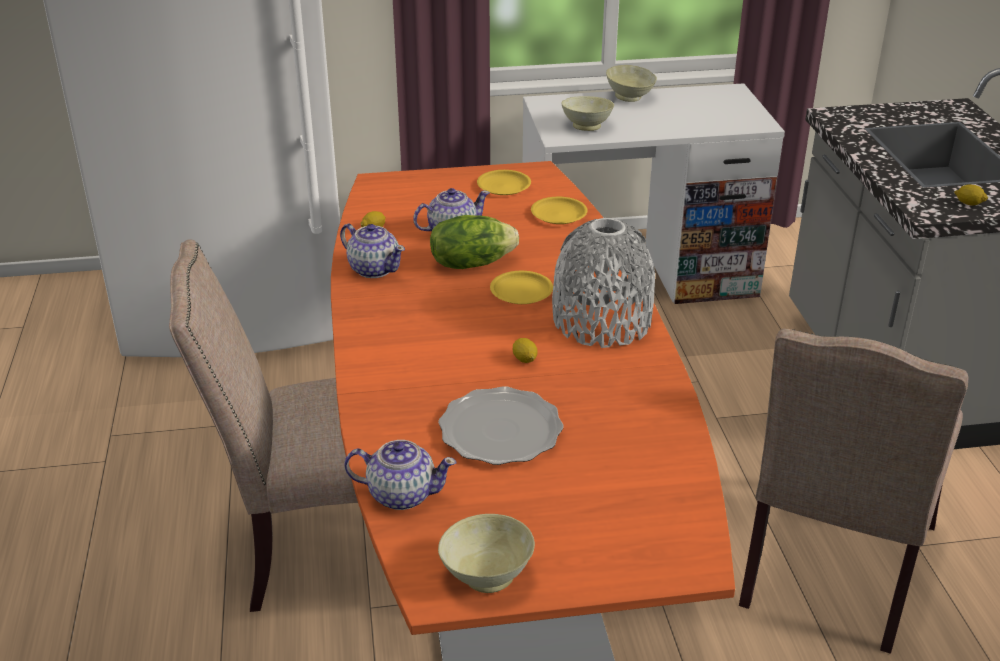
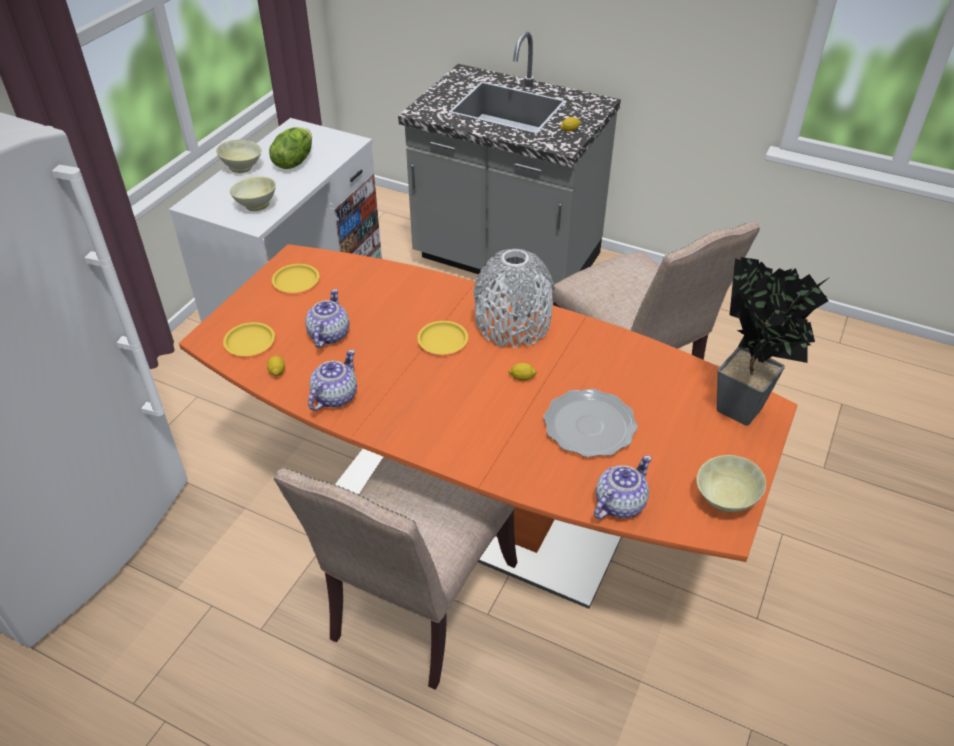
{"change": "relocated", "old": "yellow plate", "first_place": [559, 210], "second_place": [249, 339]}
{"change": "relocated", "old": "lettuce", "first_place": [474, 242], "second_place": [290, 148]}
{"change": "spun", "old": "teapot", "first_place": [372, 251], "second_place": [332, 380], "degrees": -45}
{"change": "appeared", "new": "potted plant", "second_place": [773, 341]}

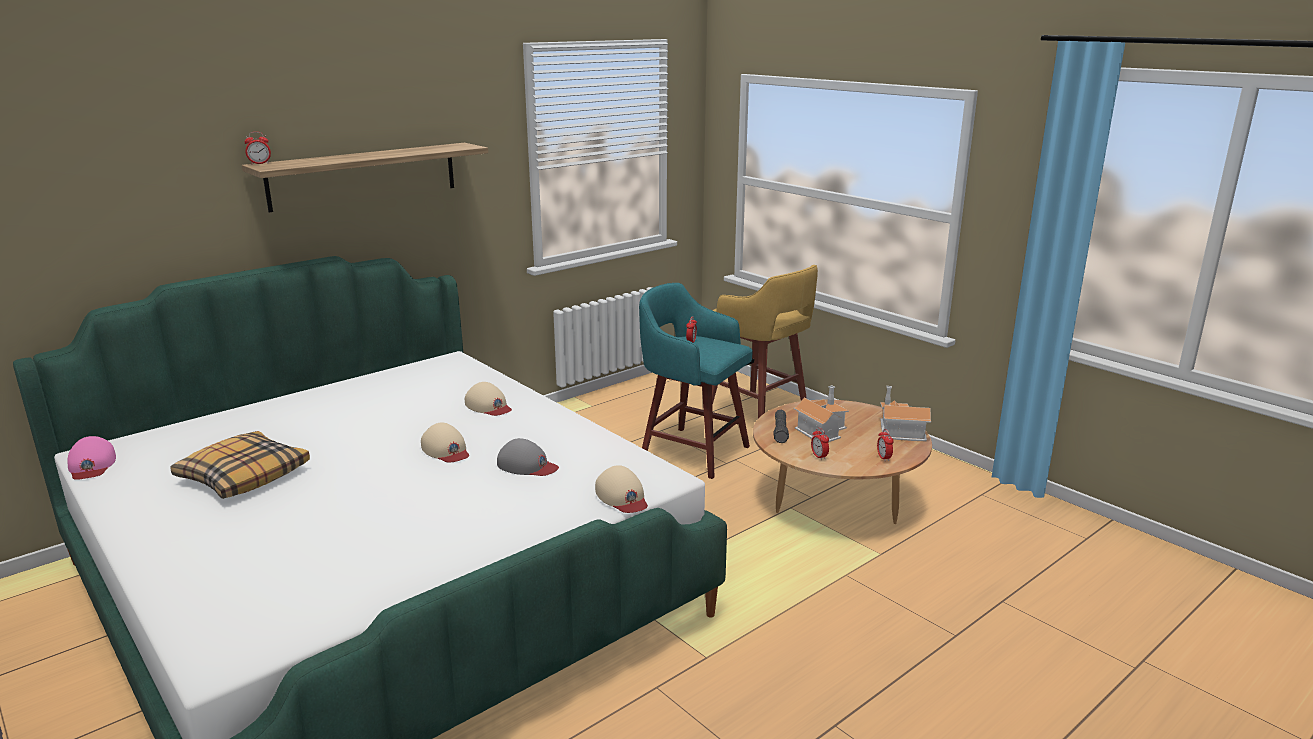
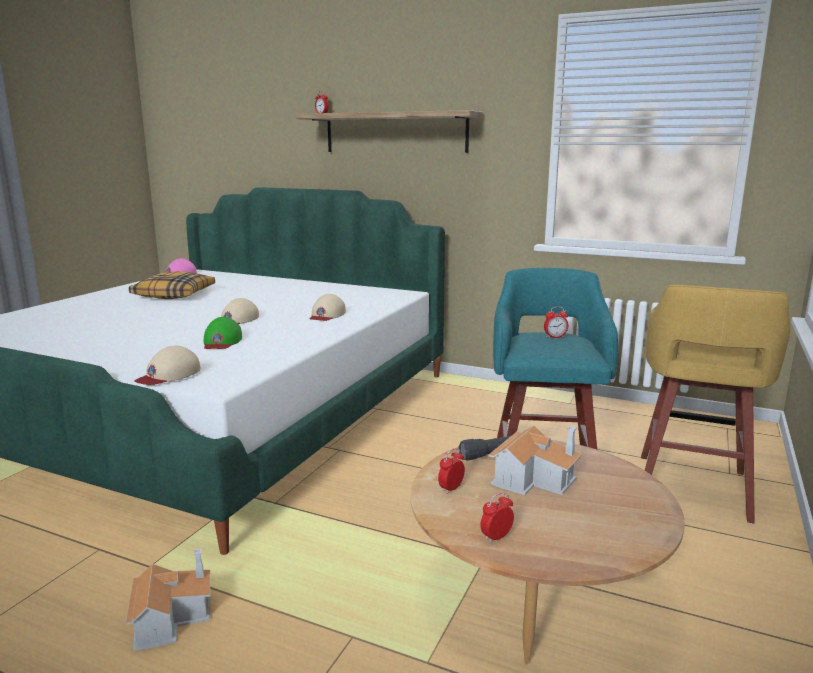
{"change": "relocated", "old": "toy house", "first_place": [905, 414], "second_place": [167, 600]}
{"change": "colour", "old": "grey cap", "new": "green cap", "first_place": [528, 457], "second_place": [223, 333]}

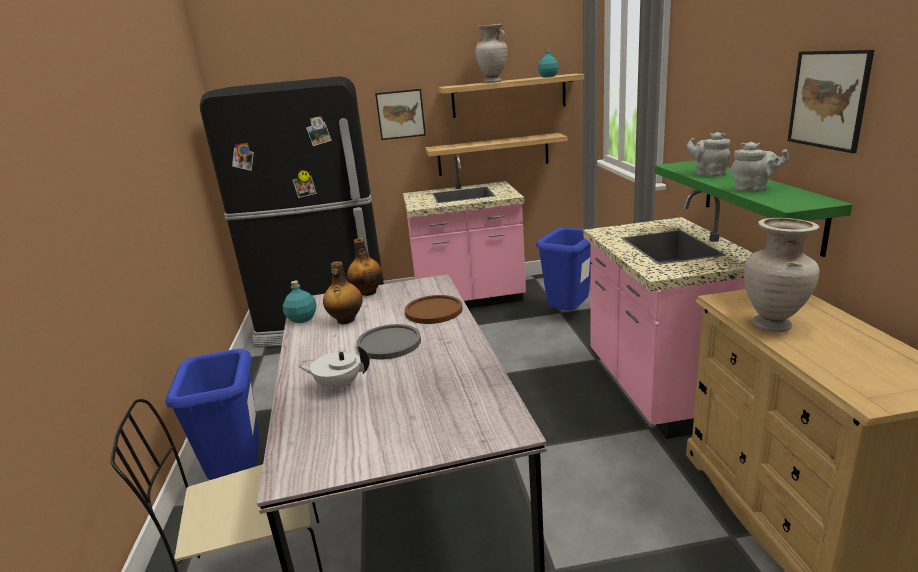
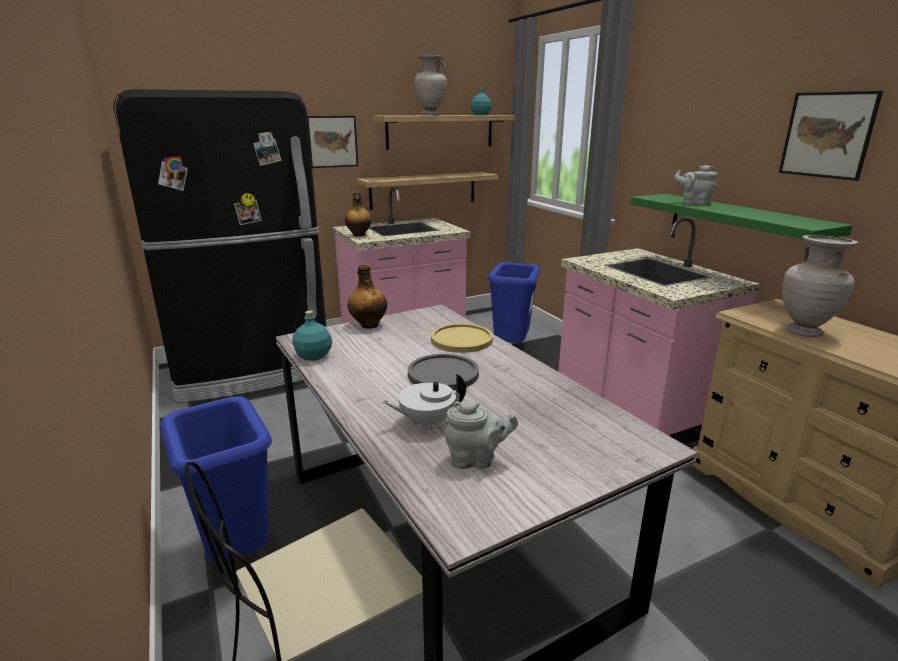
{"change": "relocated", "old": "bottle", "first_place": [343, 292], "second_place": [358, 214]}
{"change": "colour", "old": "brown plate", "new": "yellow plate", "first_place": [434, 309], "second_place": [462, 338]}
{"change": "relocated", "old": "grey teapot", "first_place": [760, 166], "second_place": [481, 434]}

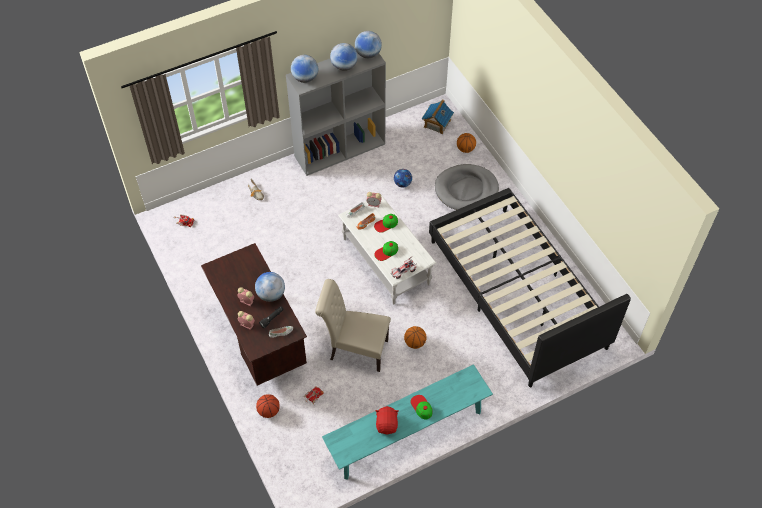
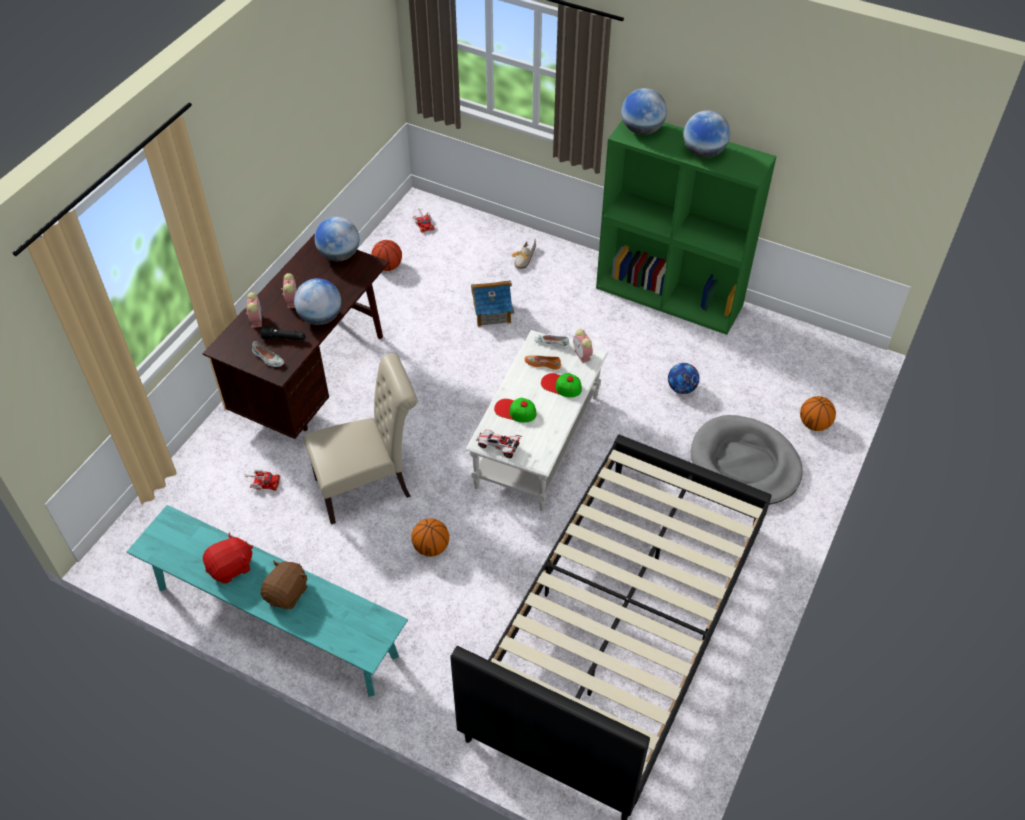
{"change": "exchanged", "old": "cap", "new": "brown plush toy", "first_place": [422, 407], "second_place": [284, 585]}
{"change": "spun", "old": "beige chair", "first_place": [353, 325], "second_place": [360, 439], "degrees": 90}
{"change": "relocated", "old": "globe", "first_place": [368, 44], "second_place": [337, 239]}
{"change": "relocated", "old": "basketball", "first_place": [268, 406], "second_place": [386, 255]}
{"change": "relocated", "old": "toy house", "first_place": [437, 116], "second_place": [492, 303]}
{"change": "colour", "old": "grey bookcase", "new": "green bookcase", "first_place": [336, 112], "second_place": [686, 227]}

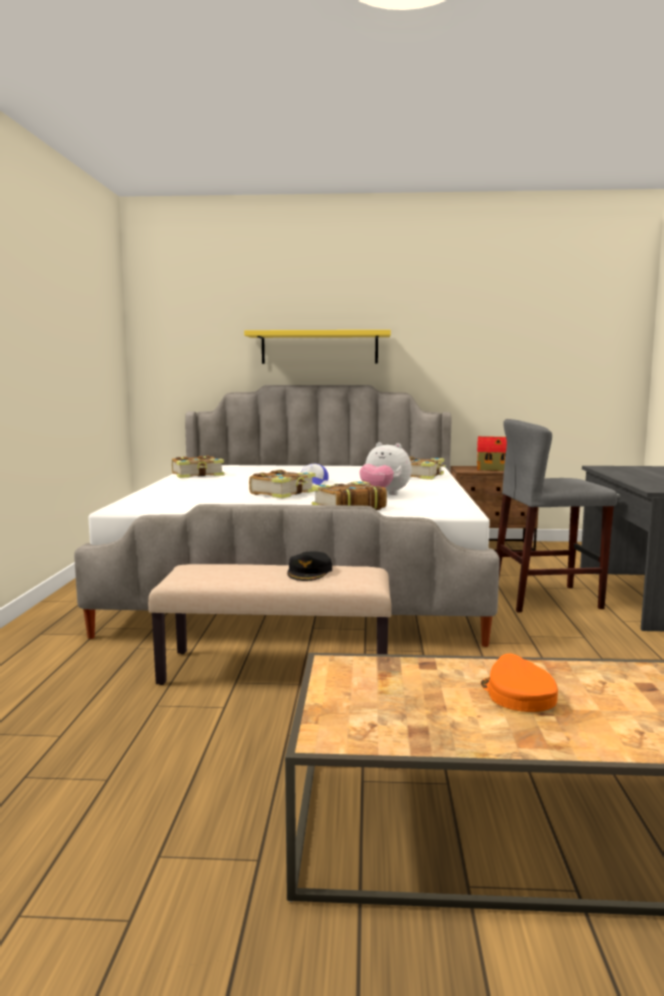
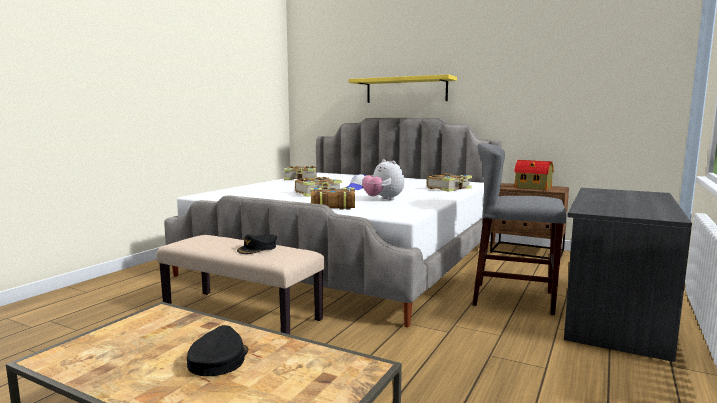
{"change": "colour", "old": "orange cap", "new": "black cap", "first_place": [519, 682], "second_place": [217, 350]}

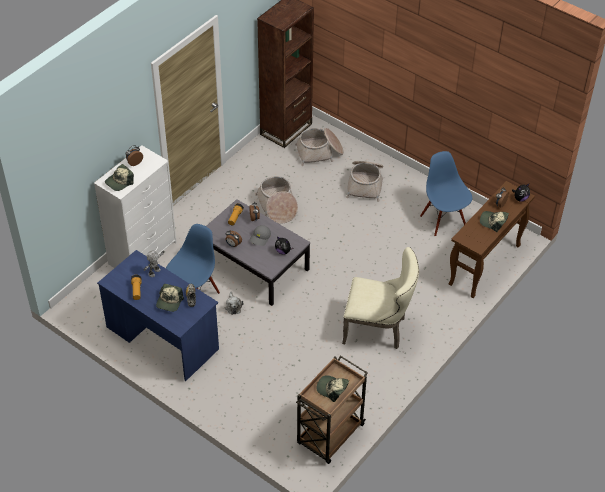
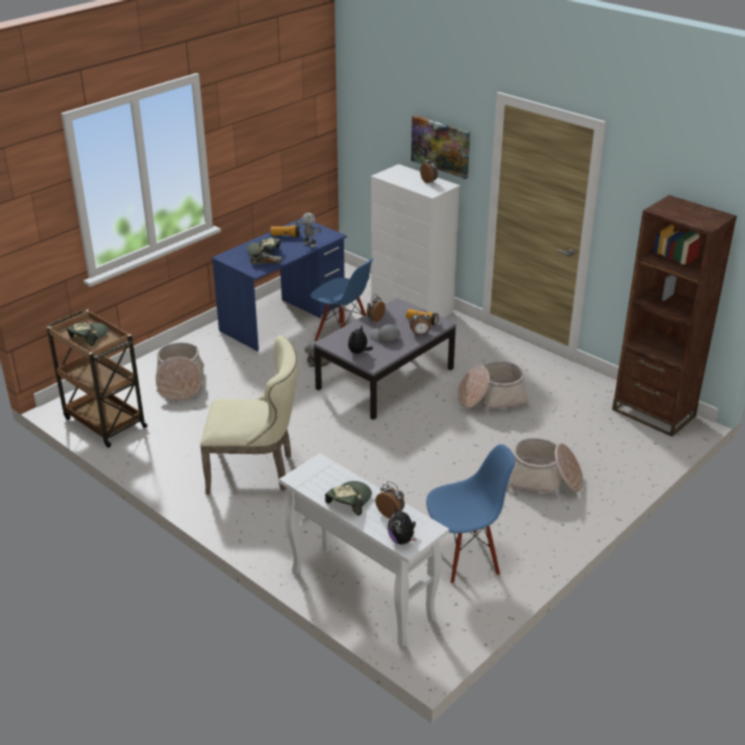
{"change": "relocated", "old": "basket", "first_place": [319, 147], "second_place": [180, 371]}
{"change": "spun", "old": "beige chair", "first_place": [380, 298], "second_place": [249, 415], "degrees": -105}
{"change": "colour", "old": "brown console table", "new": "white console table", "first_place": [492, 239], "second_place": [364, 550]}
{"change": "appeared", "new": "picture", "second_place": [440, 147]}
{"change": "missing", "old": "cap", "first_place": [119, 177]}

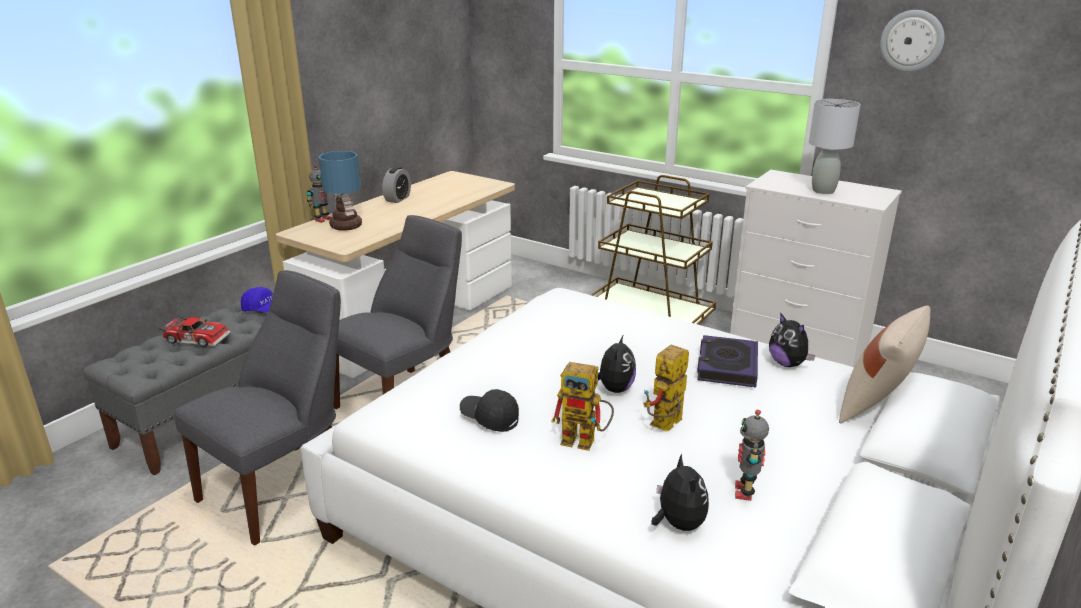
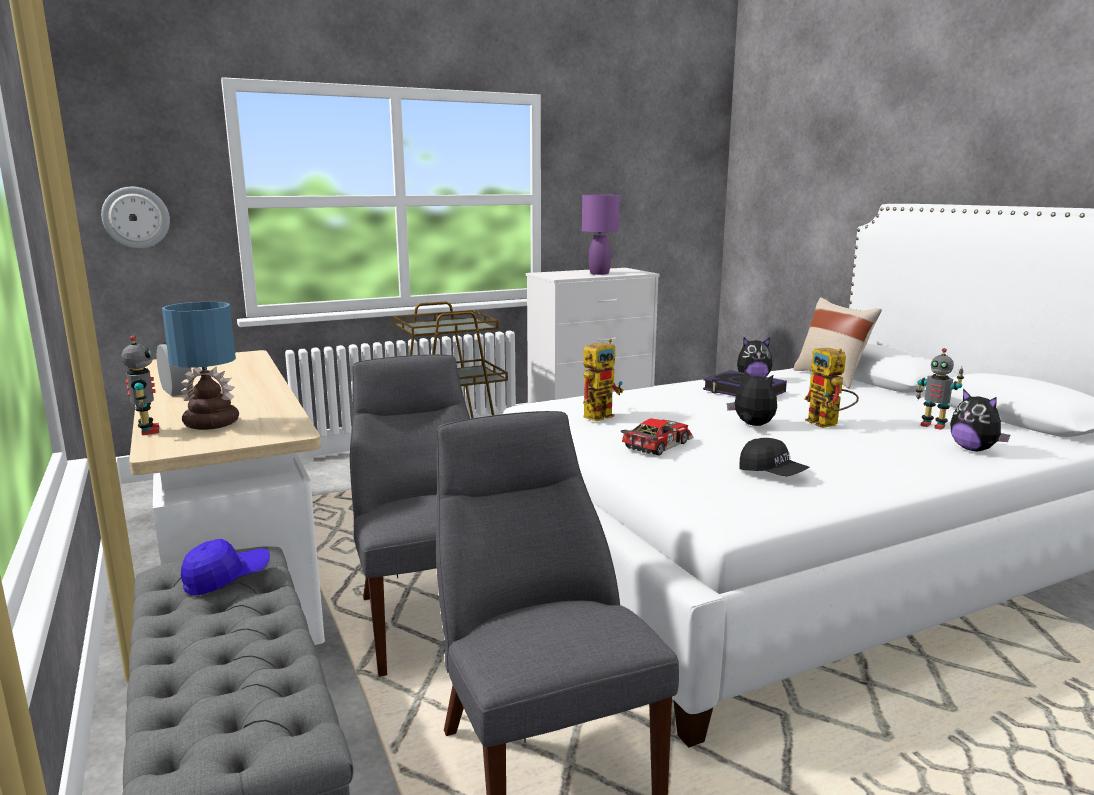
{"change": "relocated", "old": "wall clock", "first_place": [912, 41], "second_place": [135, 218]}
{"change": "colour", "old": "grey table lamp", "new": "purple table lamp", "first_place": [835, 146], "second_place": [601, 235]}
{"change": "relocated", "old": "toy robot", "first_place": [582, 406], "second_place": [603, 380]}
{"change": "relocated", "old": "toy car", "first_place": [195, 331], "second_place": [657, 436]}
{"change": "spun", "old": "black cap", "first_place": [489, 410], "second_place": [774, 457], "degrees": -105}
{"change": "spun", "old": "plush toy", "first_place": [680, 492], "second_place": [980, 420], "degrees": -135}

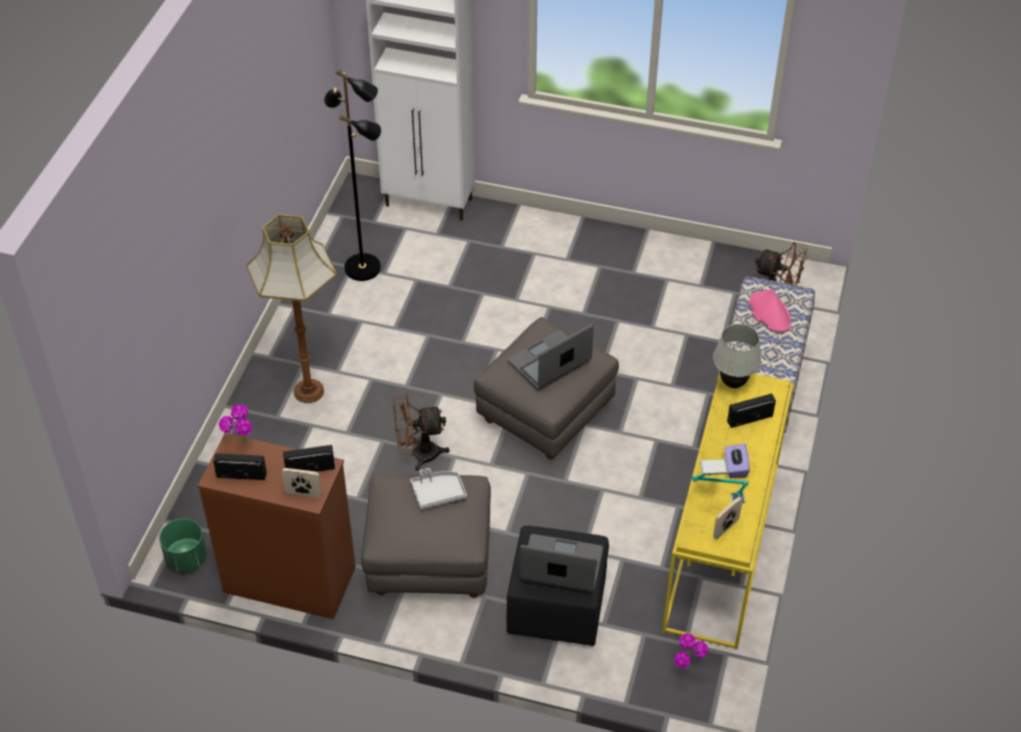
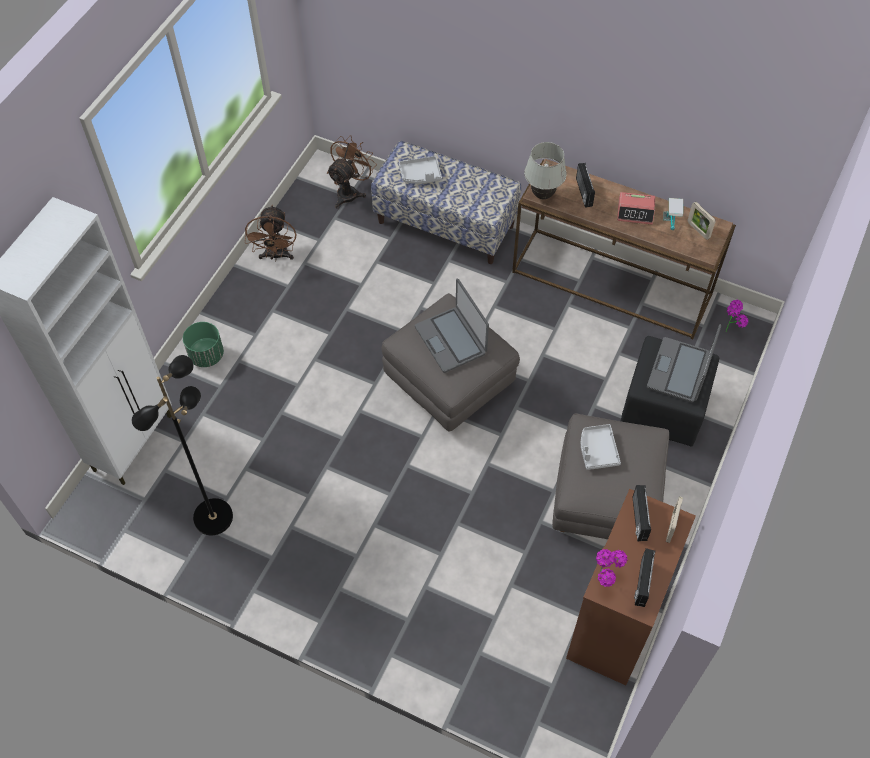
{"change": "relocated", "old": "green planter", "first_place": [183, 546], "second_place": [203, 344]}
{"change": "relocated", "old": "brown fan", "first_place": [421, 432], "second_place": [271, 233]}
{"change": "exchanged", "old": "pink hat", "new": "grey tray", "first_place": [770, 311], "second_place": [420, 170]}
{"change": "colour", "old": "yellow console table", "new": "brown console table", "first_place": [728, 511], "second_place": [624, 249]}
{"change": "exchanged", "old": "purple tissue box", "new": "alarm clock", "first_place": [737, 460], "second_place": [636, 208]}
{"change": "missing", "old": "floor lamp", "first_place": [291, 308]}

